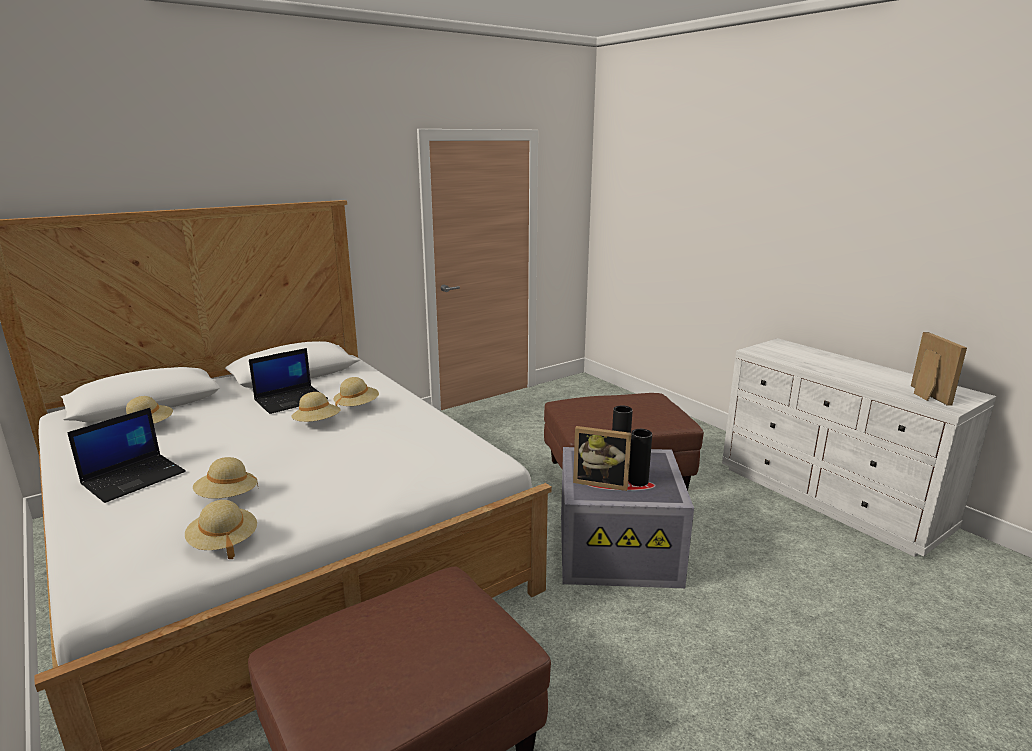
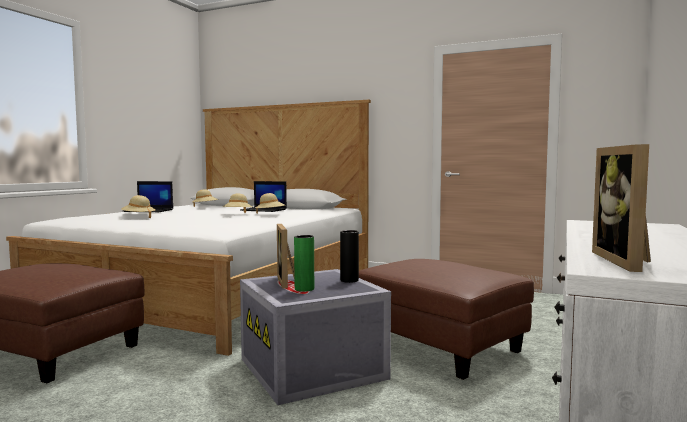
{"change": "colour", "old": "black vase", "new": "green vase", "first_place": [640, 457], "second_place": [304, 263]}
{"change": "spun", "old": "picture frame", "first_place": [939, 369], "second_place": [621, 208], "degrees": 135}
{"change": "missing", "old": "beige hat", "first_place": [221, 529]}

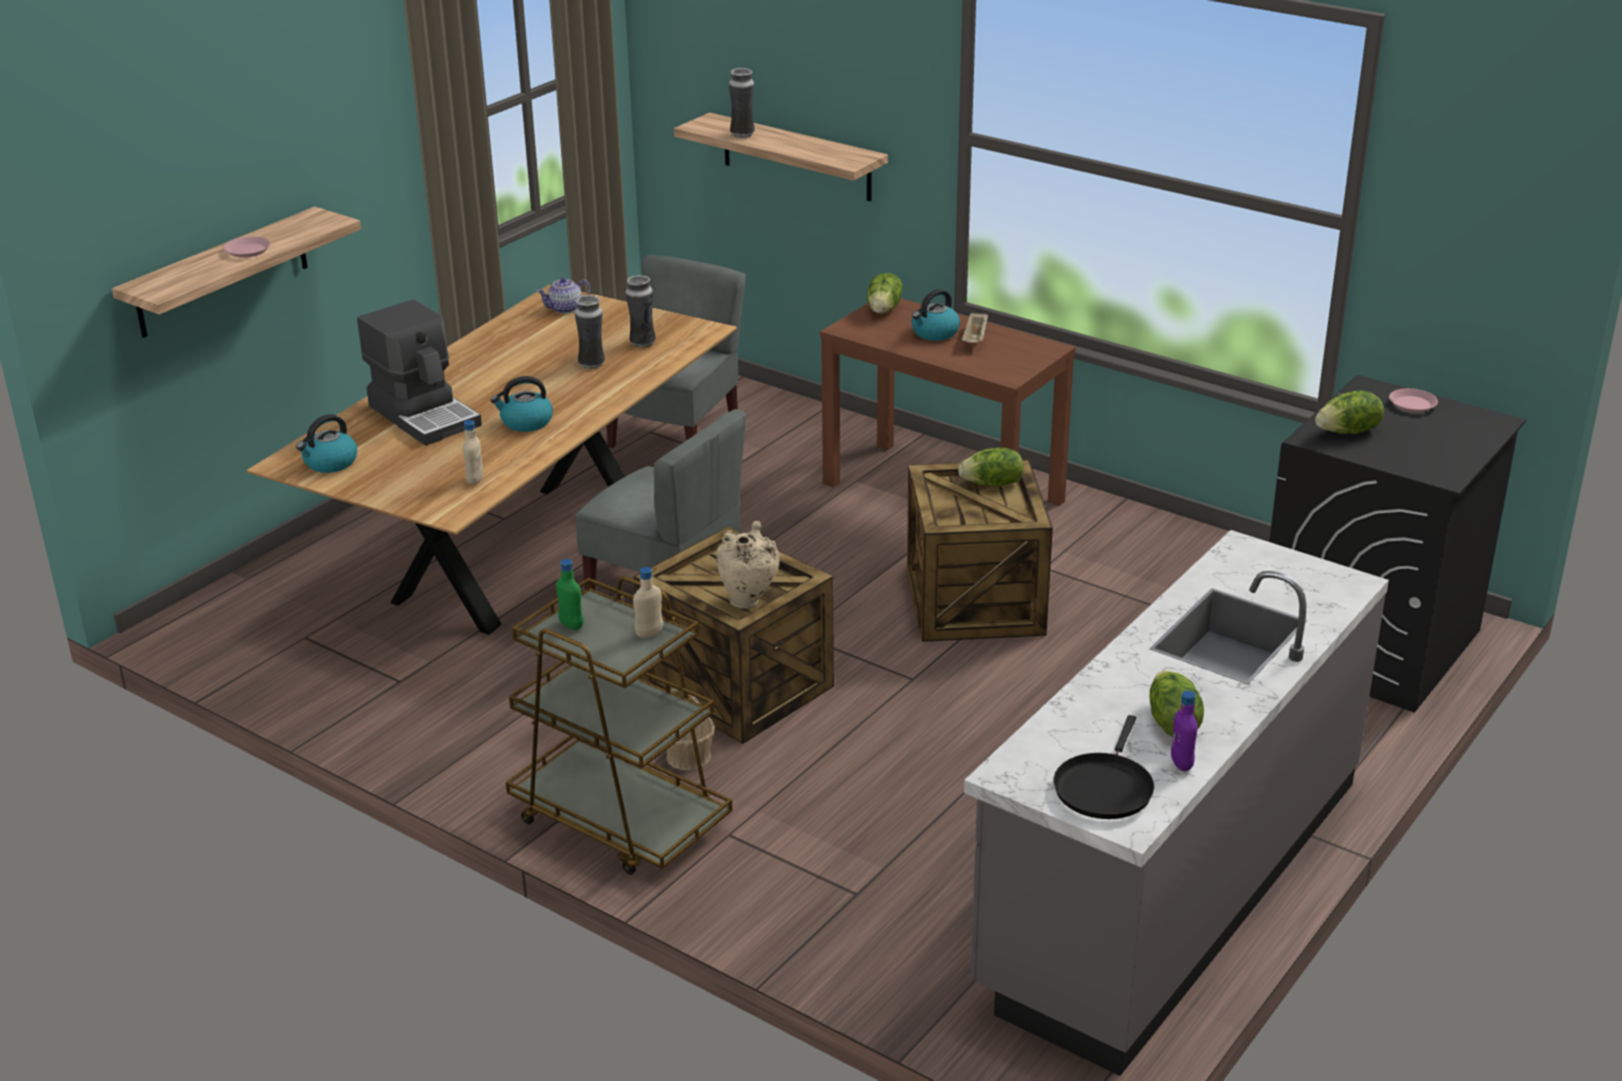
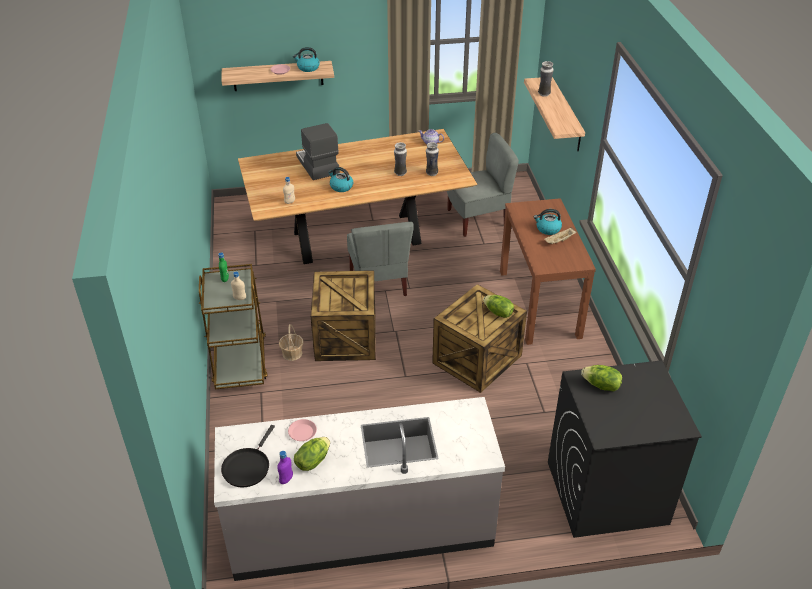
{"change": "spun", "old": "black frying pan", "first_place": [1104, 767], "second_place": [248, 456], "degrees": -45}
{"change": "relocated", "old": "pink plate", "first_place": [1413, 400], "second_place": [302, 430]}
{"change": "relocated", "old": "kettle", "first_place": [326, 443], "second_place": [306, 59]}
{"change": "spun", "old": "coffee machine", "first_place": [419, 372], "second_place": [318, 151], "degrees": 150}
{"change": "missing", "old": "beige vase", "first_place": [748, 564]}
{"change": "missing", "old": "lettuce", "first_place": [884, 293]}

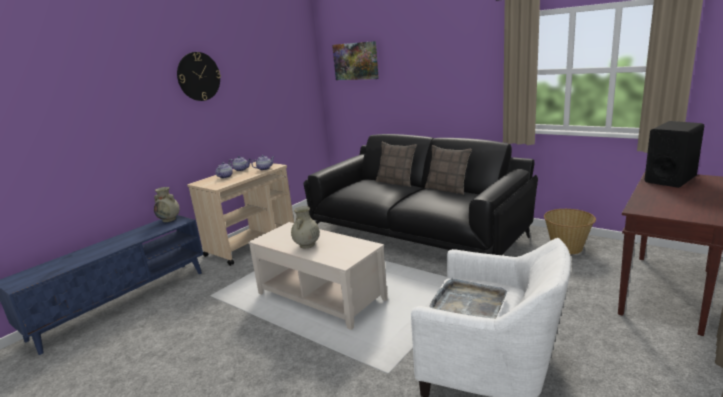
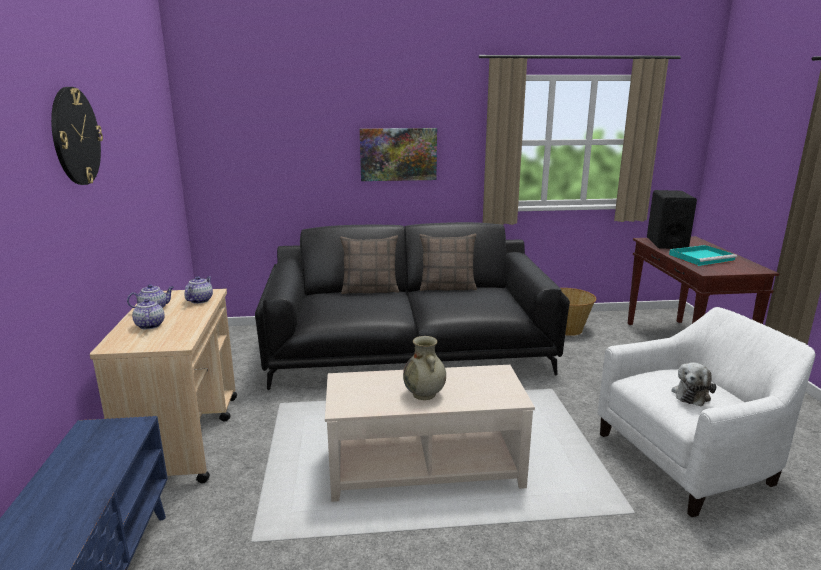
{"change": "relocated", "old": "picture", "first_place": [355, 60], "second_place": [398, 154]}
{"change": "appeared", "new": "turquoise tray", "second_place": [703, 255]}
{"change": "exchanged", "old": "grey tray", "new": "plush toy", "first_place": [468, 298], "second_place": [694, 384]}
{"change": "missing", "old": "beige vase", "first_place": [167, 204]}

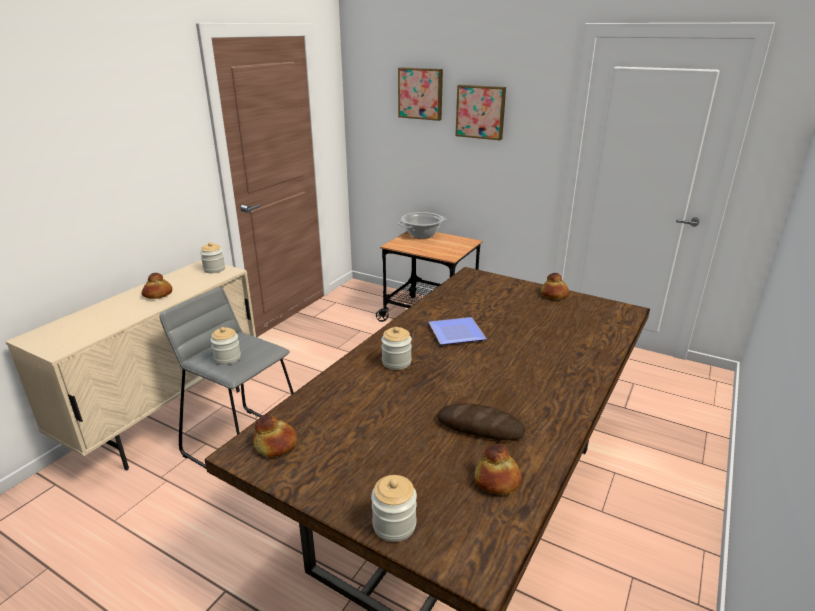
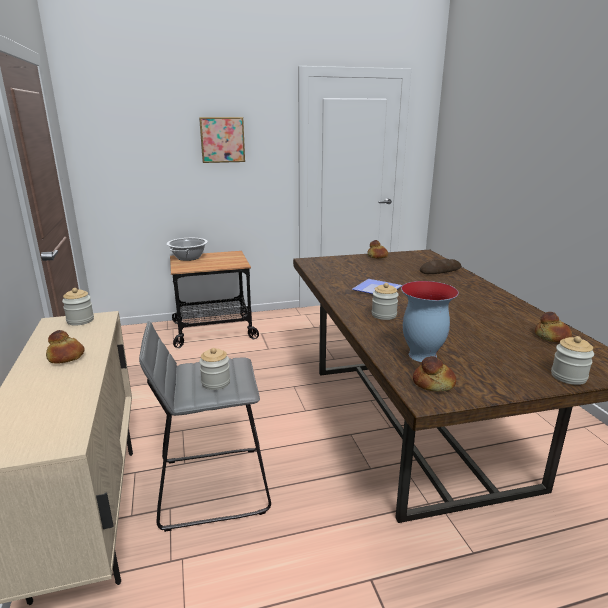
{"change": "appeared", "new": "vase", "second_place": [430, 321]}
{"change": "relocated", "old": "bread", "first_place": [481, 422], "second_place": [440, 266]}
{"change": "missing", "old": "picture", "first_place": [420, 94]}

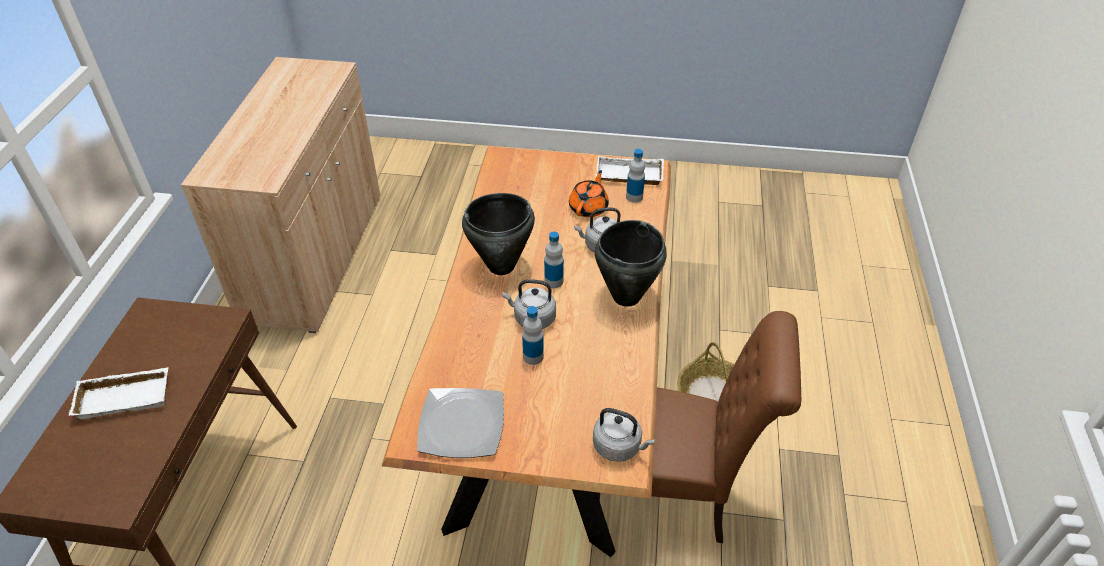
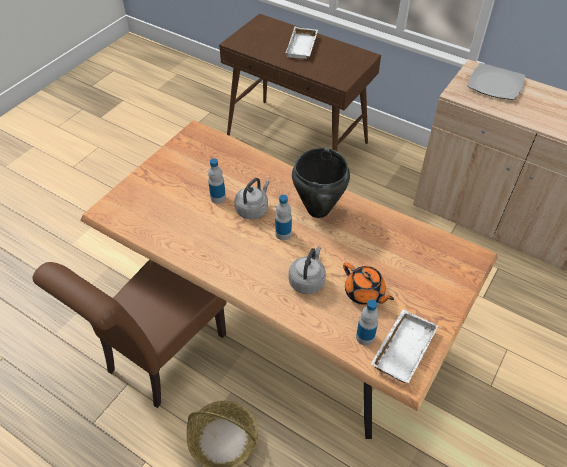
{"change": "relocated", "old": "plate", "first_place": [460, 423], "second_place": [496, 81]}
{"change": "missing", "old": "grey kettle", "first_place": [624, 435]}
{"change": "missing", "old": "black cooking pot", "first_place": [631, 263]}

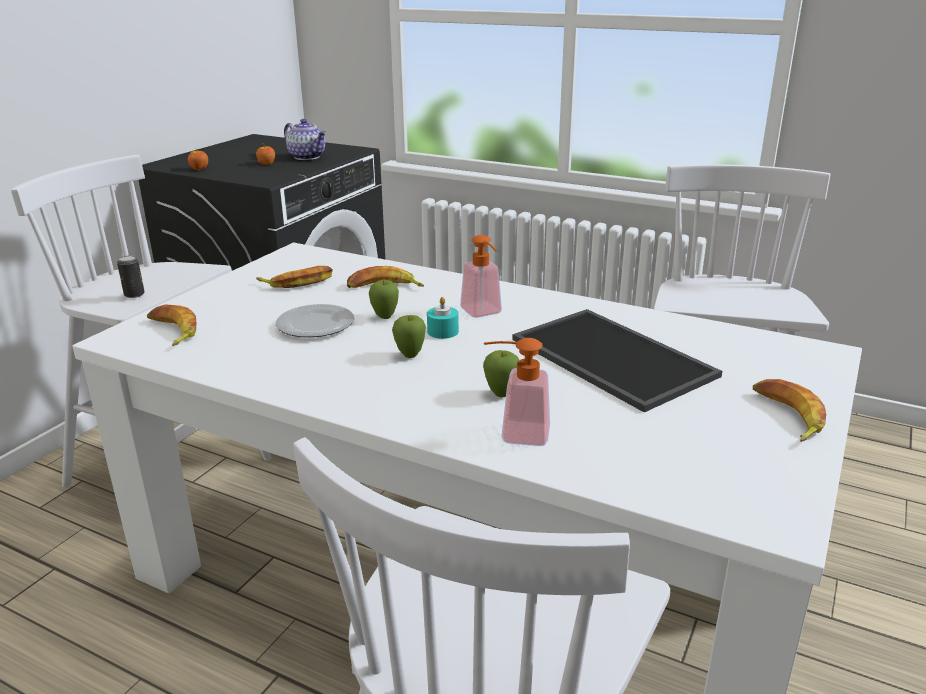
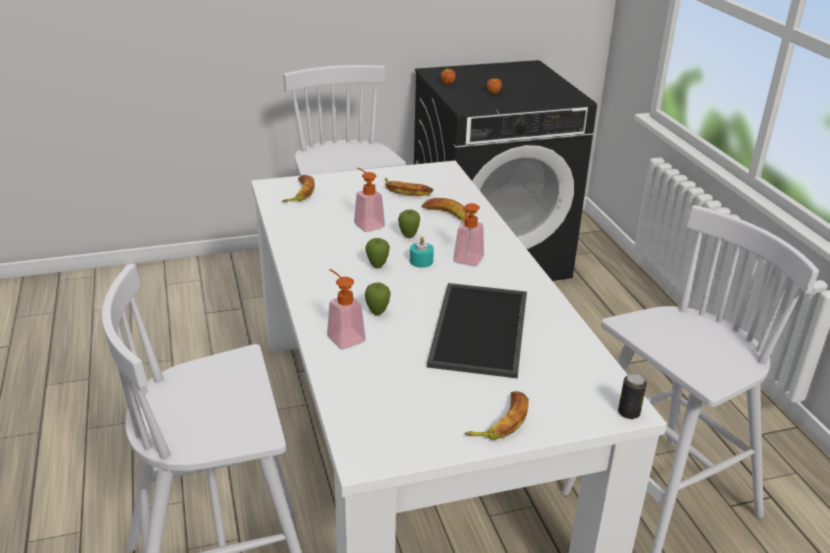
{"change": "exchanged", "old": "plate", "new": "soap dispenser", "first_place": [315, 320], "second_place": [369, 199]}
{"change": "relocated", "old": "can", "first_place": [131, 277], "second_place": [632, 396]}
{"change": "missing", "old": "teapot", "first_place": [305, 139]}

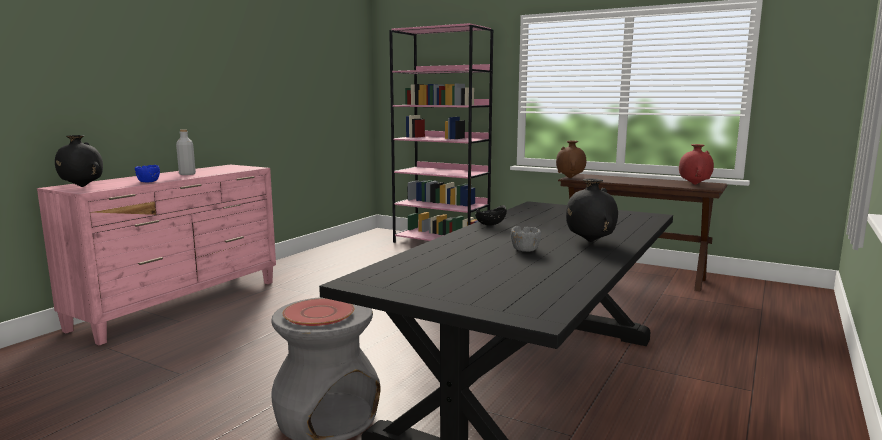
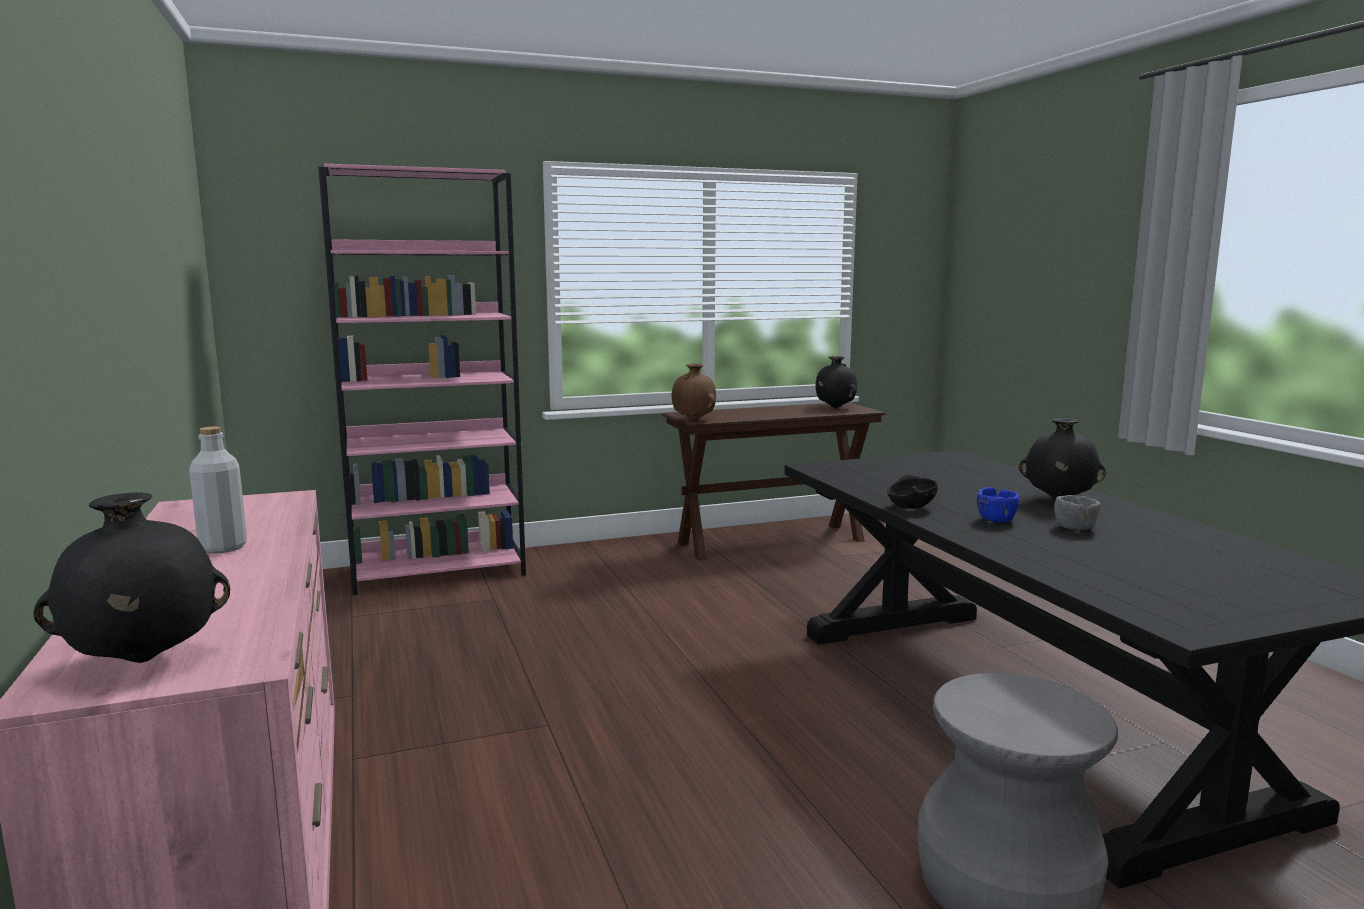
{"change": "colour", "old": "red vase", "new": "black vase", "first_place": [696, 164], "second_place": [836, 382]}
{"change": "relocated", "old": "blue bowl", "first_place": [147, 173], "second_place": [998, 504]}
{"change": "missing", "old": "red plate", "first_place": [318, 312]}

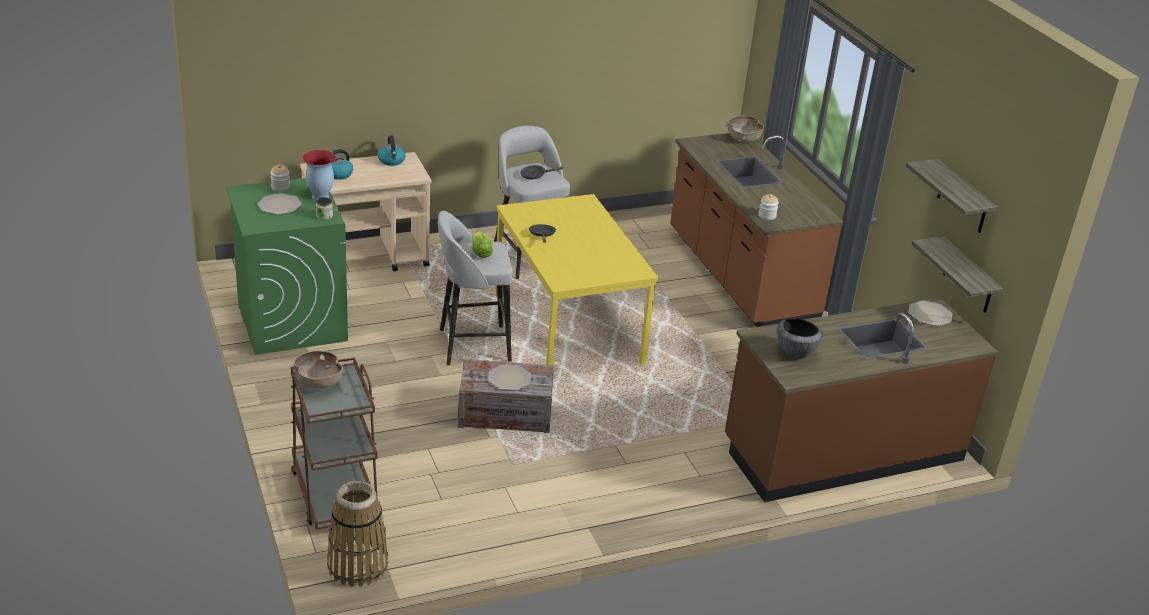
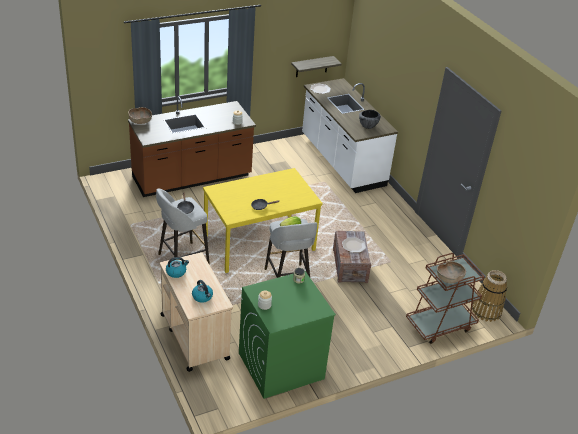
{"change": "colour", "old": "brown counter", "new": "white counter", "first_place": [861, 400], "second_place": [350, 135]}
{"change": "missing", "old": "plate", "first_place": [280, 204]}
{"change": "missing", "old": "vase", "first_place": [319, 175]}
{"change": "missing", "old": "shelf", "first_place": [952, 196]}

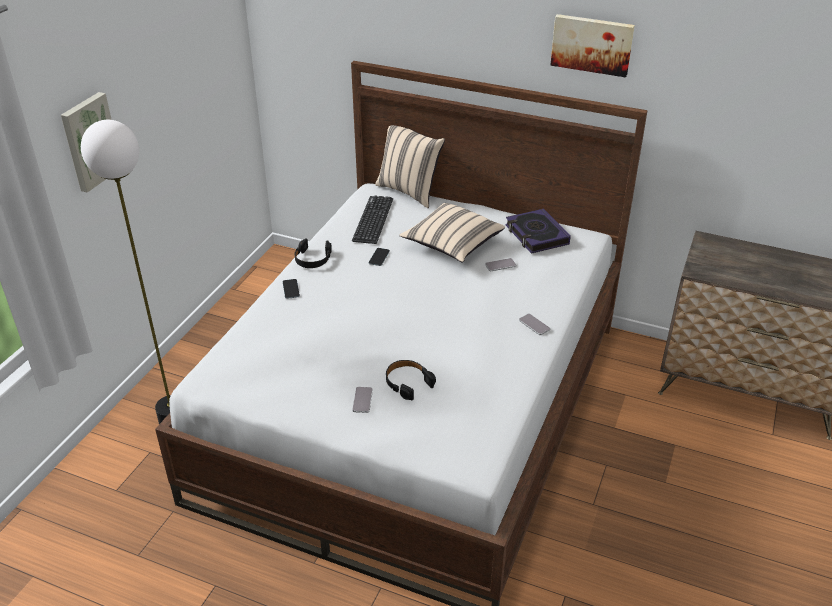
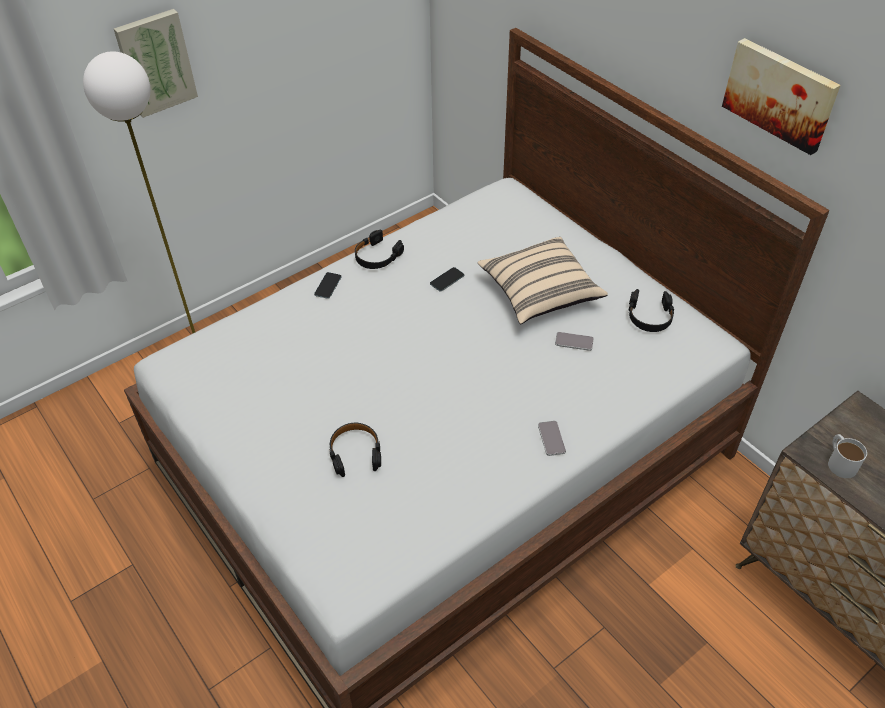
{"change": "exchanged", "old": "book", "new": "black headphones", "first_place": [538, 231], "second_place": [651, 310]}
{"change": "appeared", "new": "white mug", "second_place": [847, 456]}
{"change": "missing", "old": "keyboard", "first_place": [372, 220]}
{"change": "missing", "old": "phone", "first_place": [362, 400]}
{"change": "missing", "old": "beige pillow", "first_place": [410, 166]}

